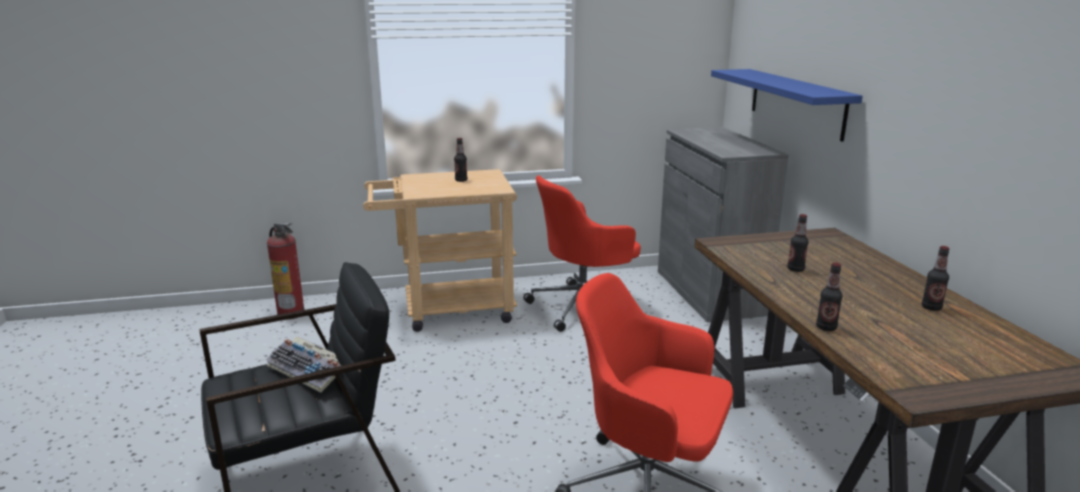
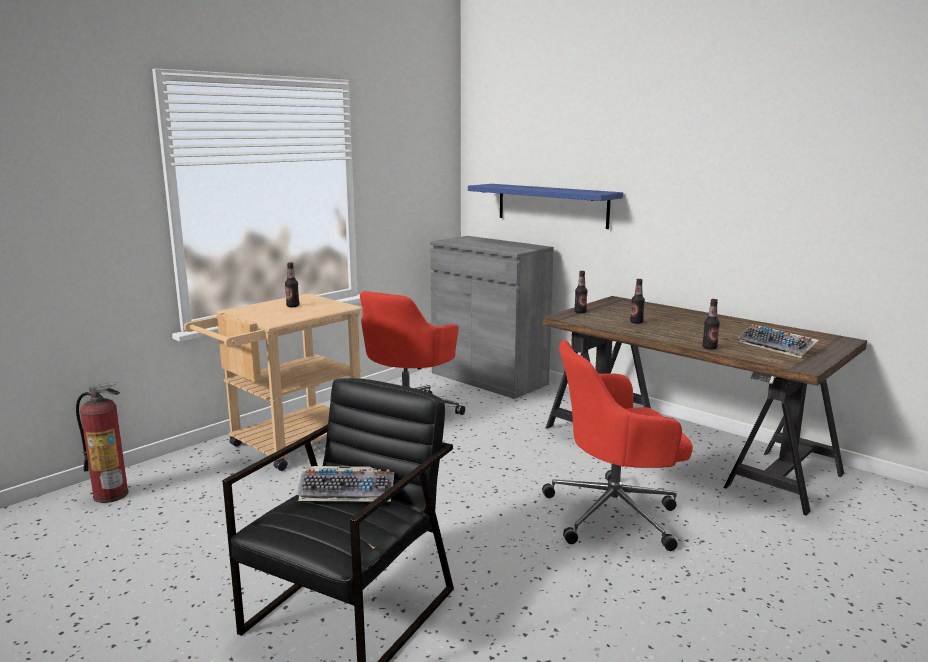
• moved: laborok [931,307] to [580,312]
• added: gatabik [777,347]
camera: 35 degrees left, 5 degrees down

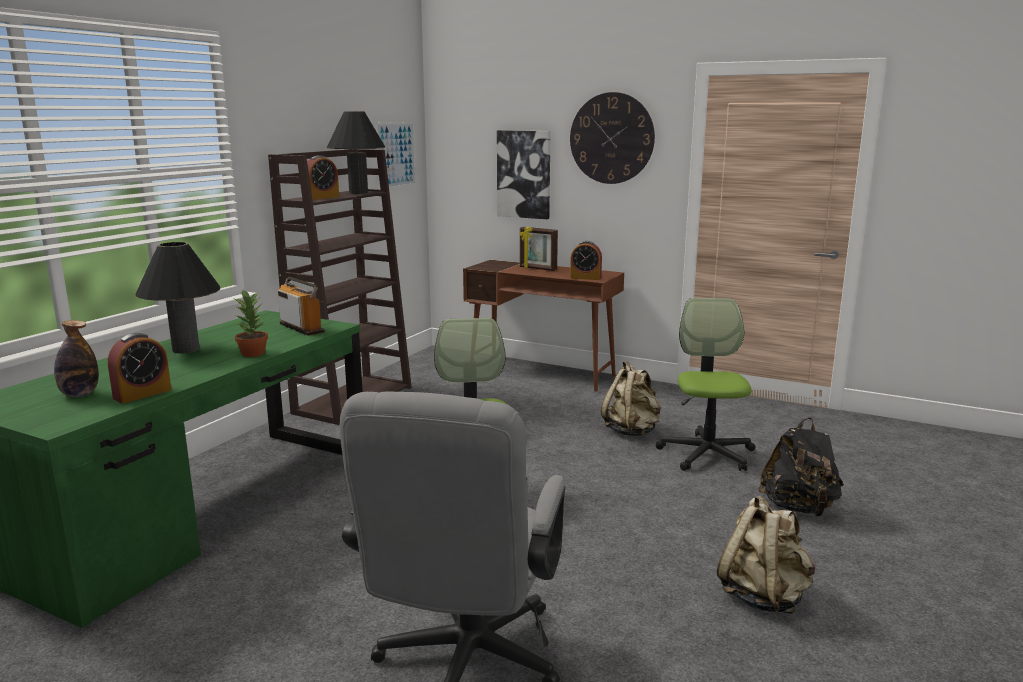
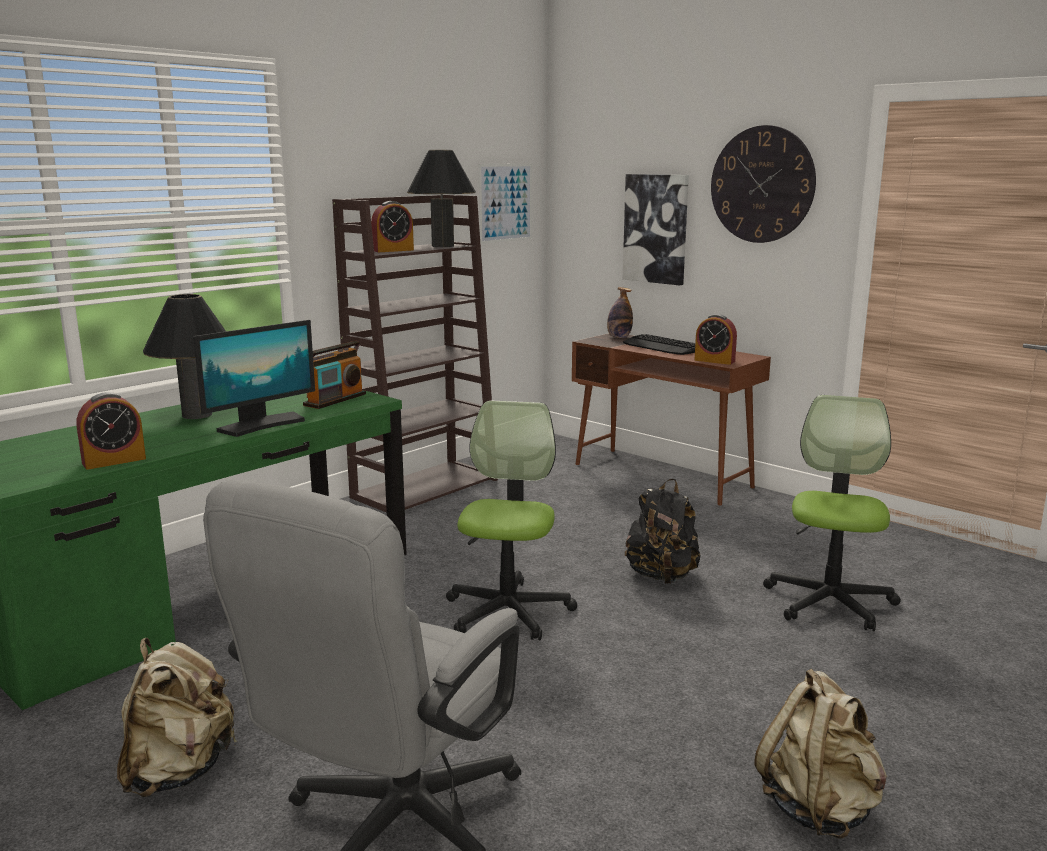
• replaced: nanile [537,269] to gatabik [662,346]
• turned: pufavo [302,328] = [335,400] 60 degrees clockwise
• replaced: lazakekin [253,353] to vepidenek [261,425]
• moved: laborok [79,394] to [619,337]
• moved: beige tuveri [632,431] to [179,771]
• moved: black tuveri [798,508] to [661,576]
camera: 15 degrees right, 0 degrees up

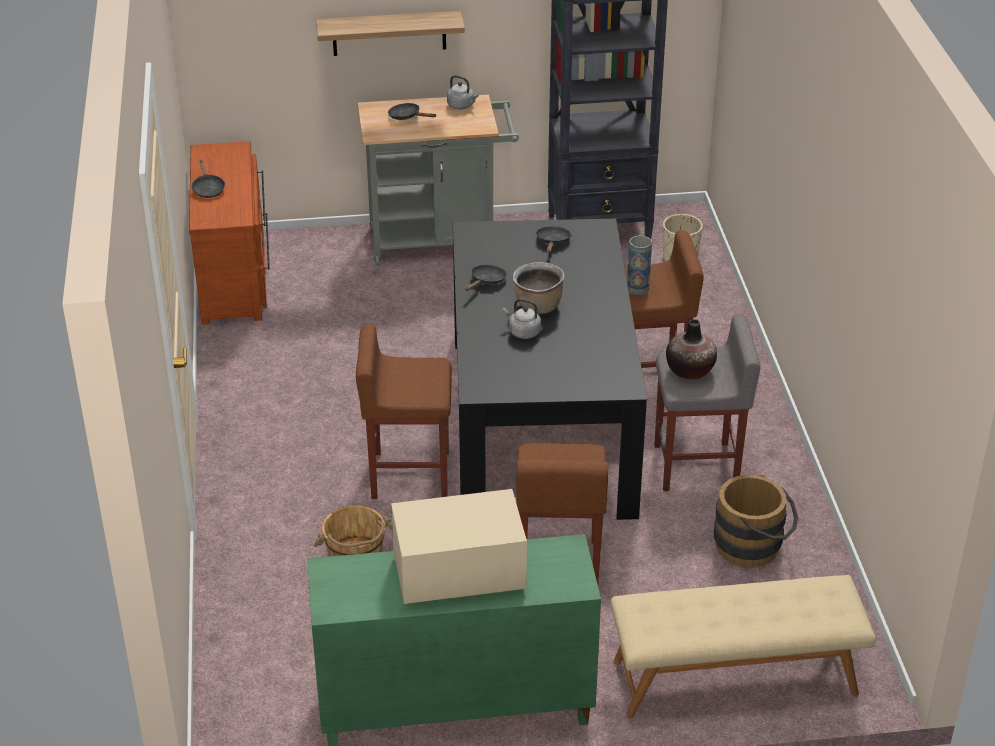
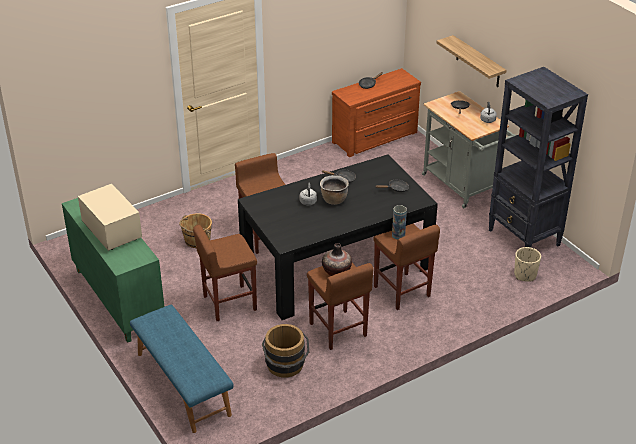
• recoloured: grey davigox [697,466] to brown davigox [338,330]
• recoloured: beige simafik [734,678] to blue simafik [182,384]
camera: 65 degrees right, 0 degrees up

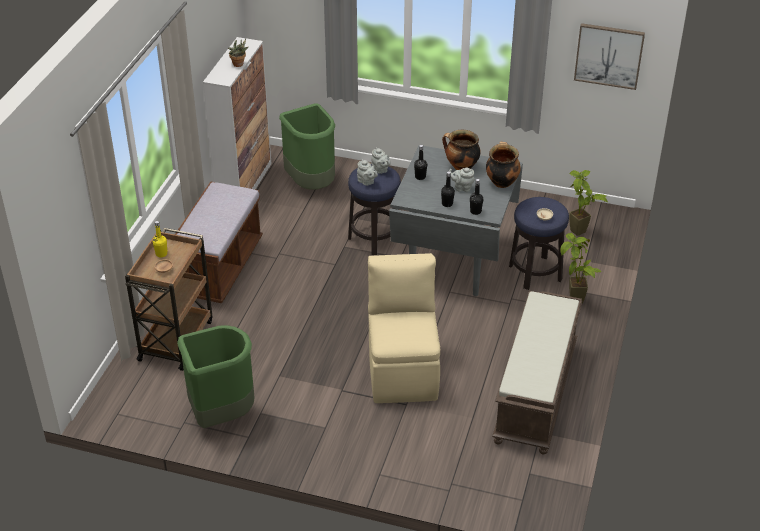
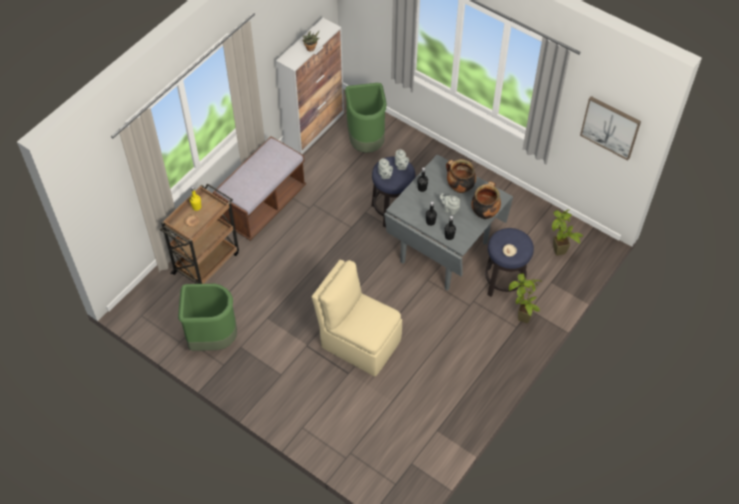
• turned: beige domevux [403,370] = [359,342] 75 degrees counterclockwise
• removed: brown simafik [536,393]
camera: 20 degrees right, 15 degrees up

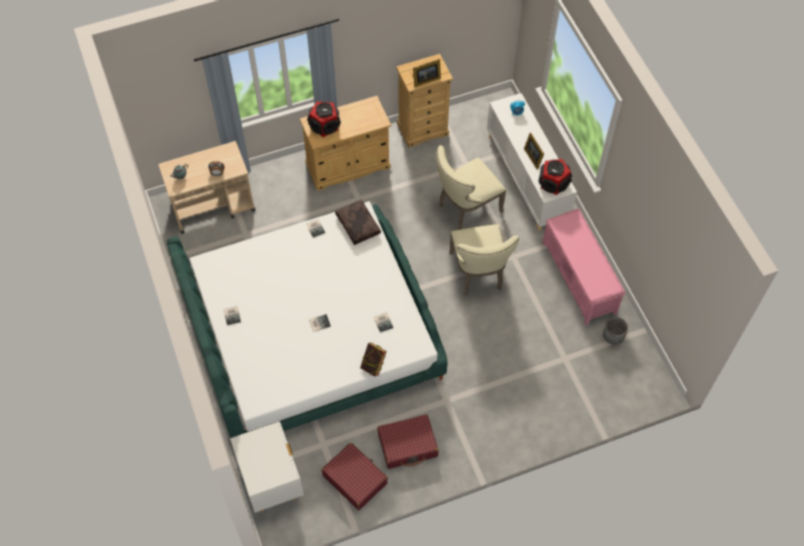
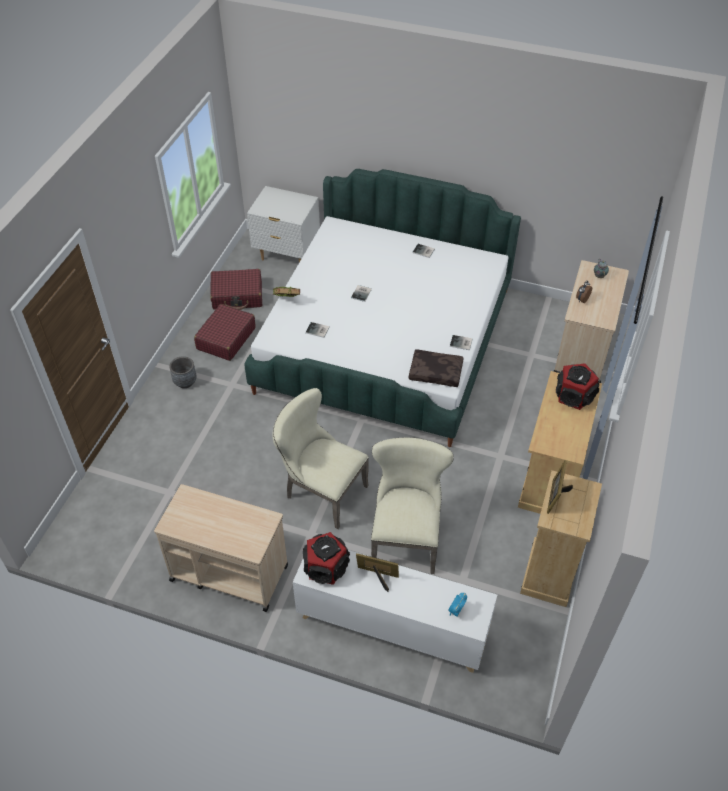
• replaced: pink simafik [579,278] to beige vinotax [228,572]
• moved: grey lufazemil [612,337] to [185,382]
camera: 130 degrees right, 10 degrees down

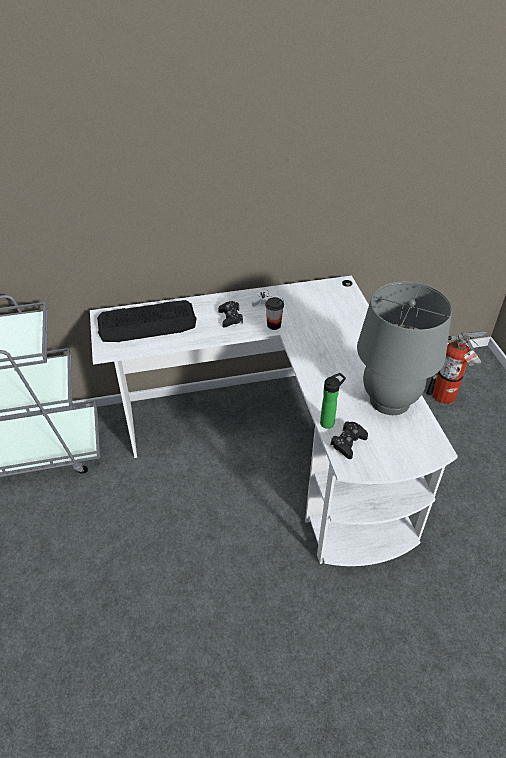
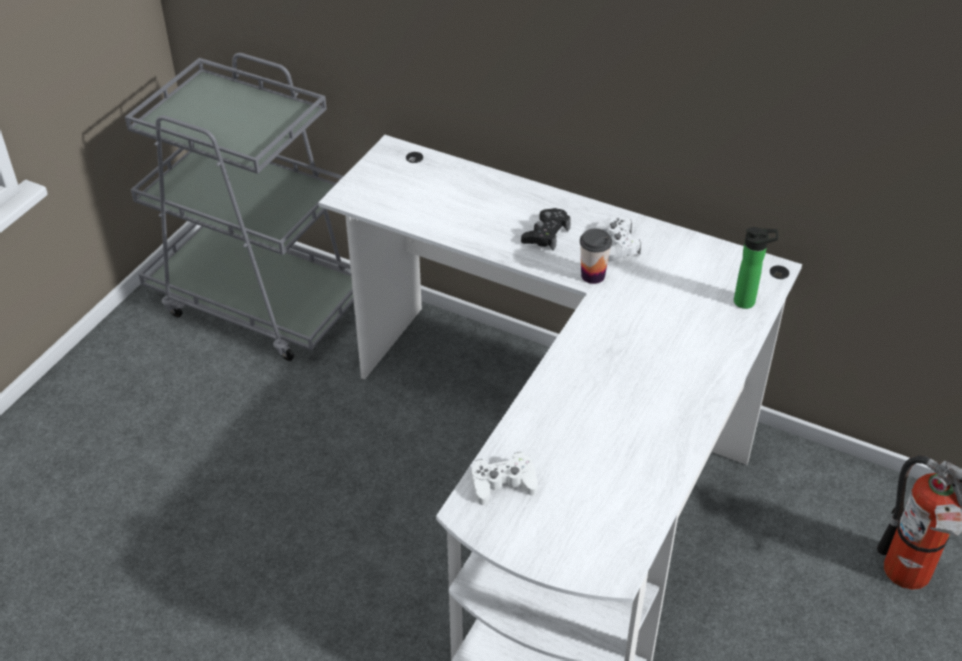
• removed: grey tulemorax [389,400]
• removed: gatabik [147,322]
• moved: laborok [329,422] to [748,302]
• recoloured: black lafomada [348,443] to white lafomada [503,483]
camera: 40 degrees right, 0 degrees up

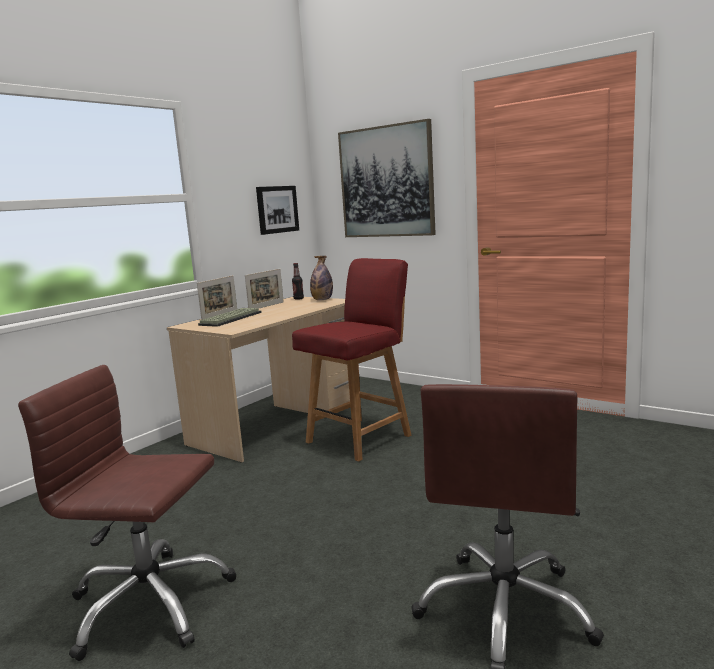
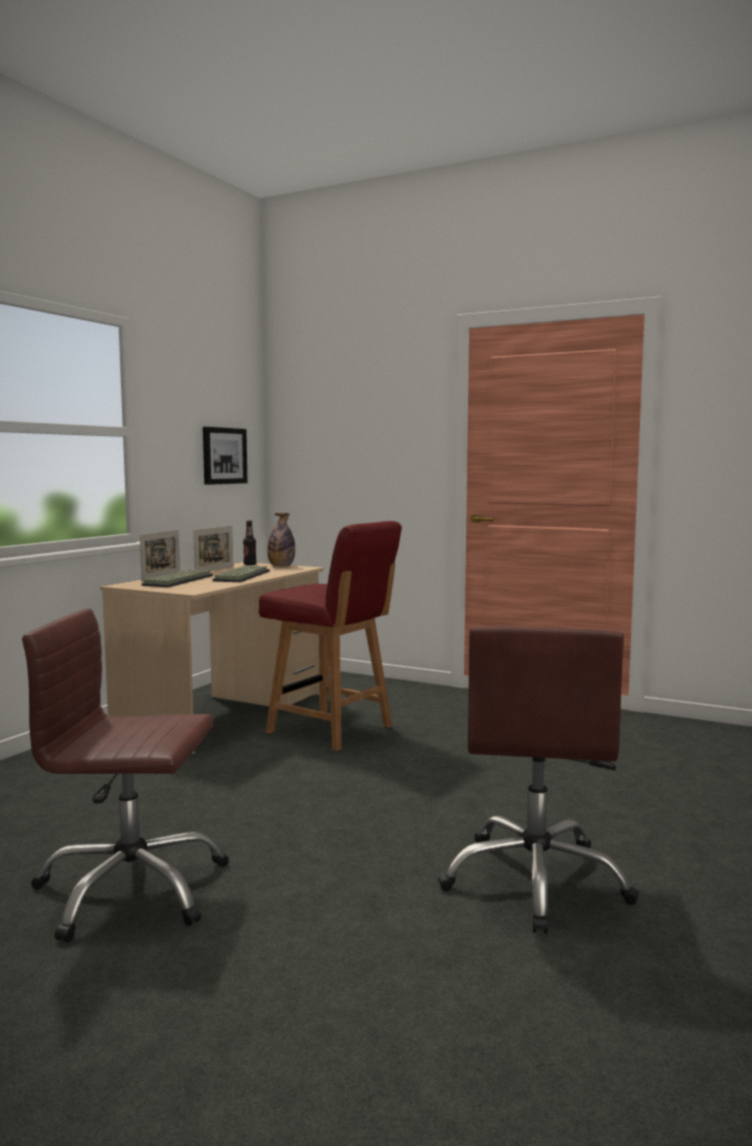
• removed: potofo [386,182]
• turned: red domevux [360,438] = [332,730] 90 degrees clockwise
• added: gatabik [241,576]
camera: 10 degrees left, 5 degrees down

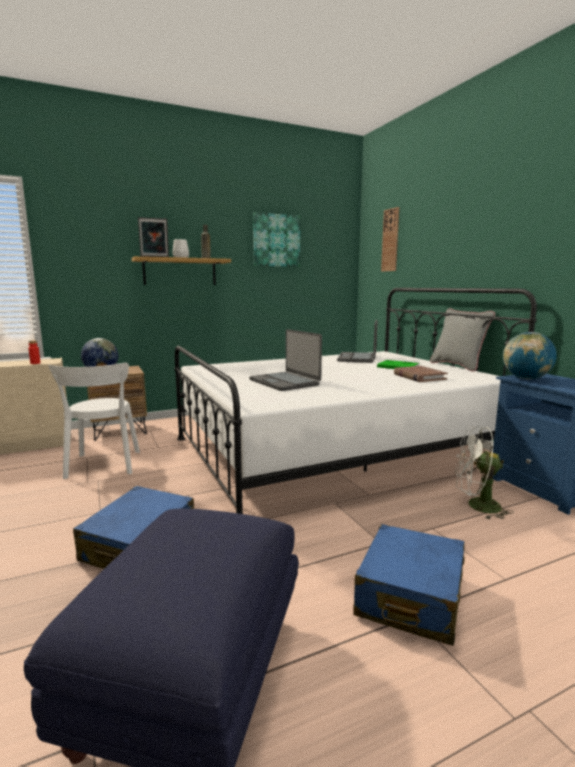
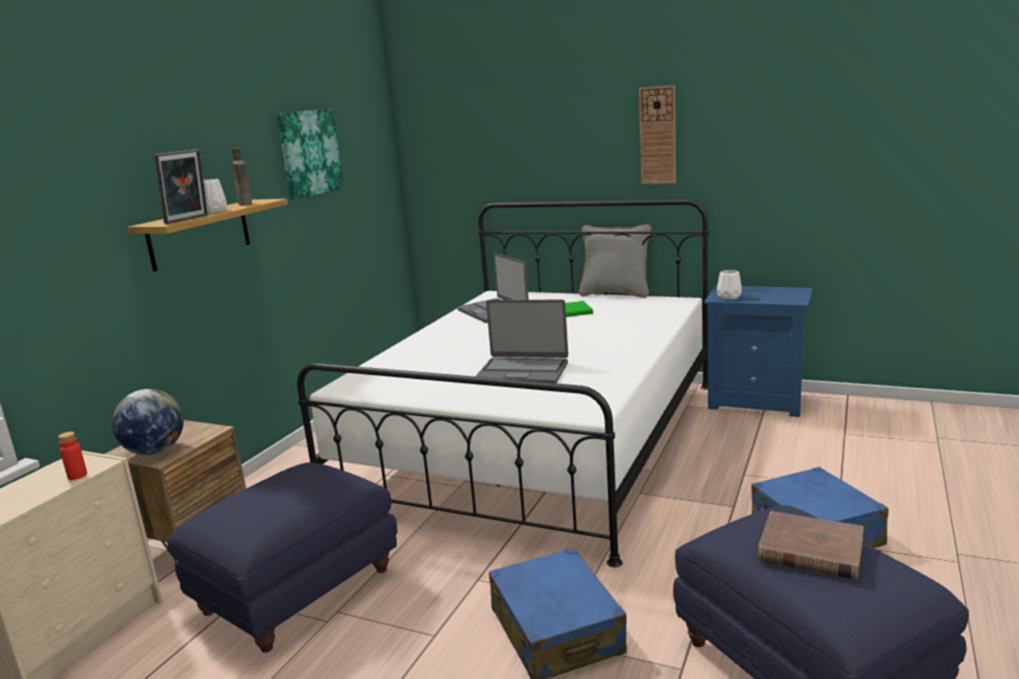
• moved: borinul [390,240] to [658,135]
• replaced: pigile [526,378] to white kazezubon [729,297]
• replaced: white domevux [103,466] to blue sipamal [296,594]
• moved: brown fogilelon [419,376] to [810,550]
• removed: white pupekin [476,506]
camera: 40 degrees left, 5 degrees up

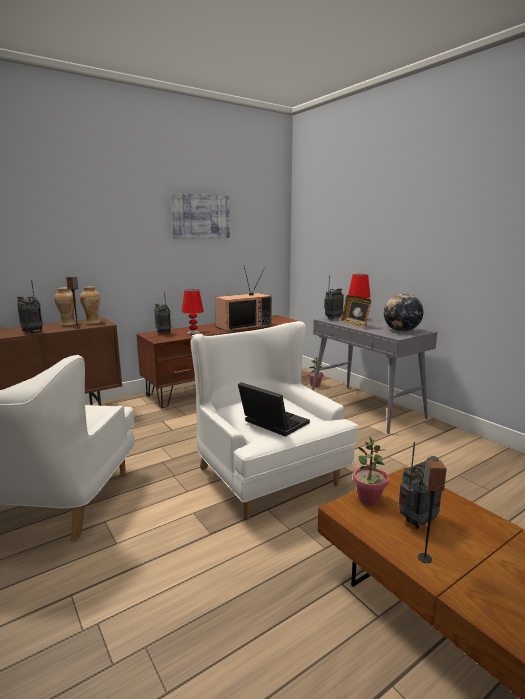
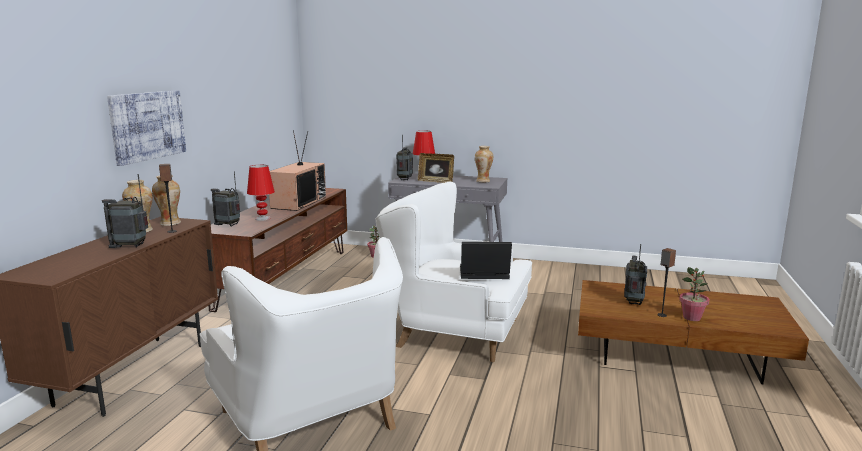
• moved: potofo [200,216] to [147,125]
• replaced: pigile [401,331] to kazezubon [483,181]
• moved: lazakekin [368,500] to [692,318]
camera: 40 degrees left, 0 degrees up

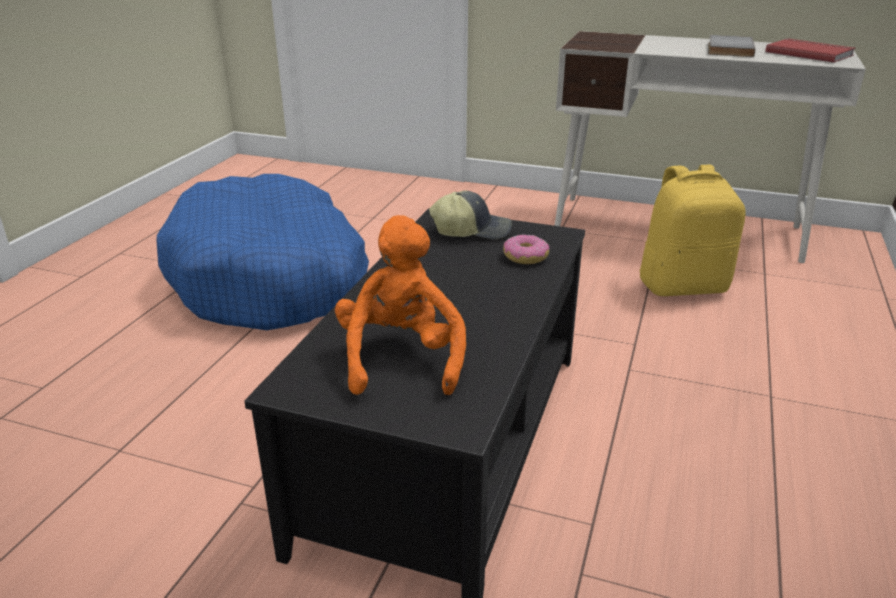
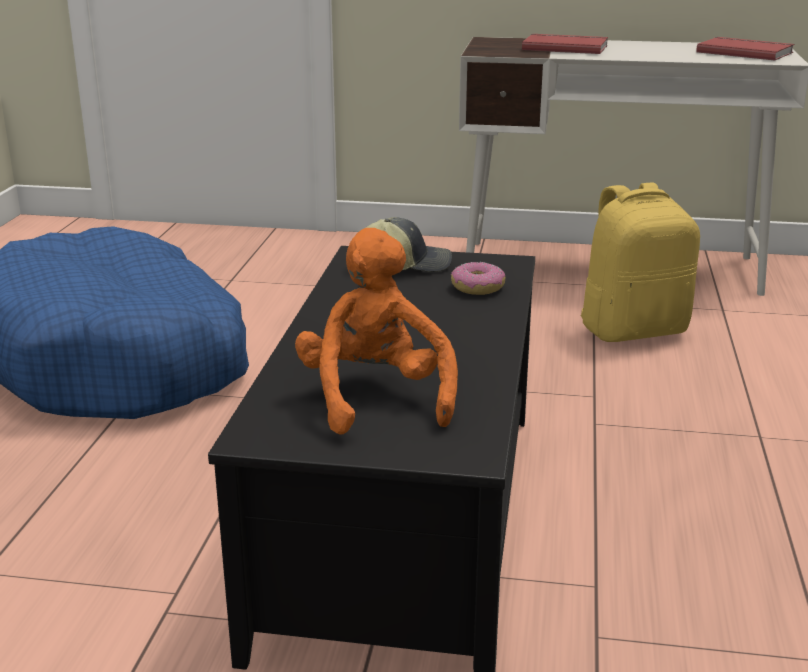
• removed: grey fogilelon [727,49]
• added: red fogilelon [565,47]
camera: 10 degrees left, 5 degrees down

